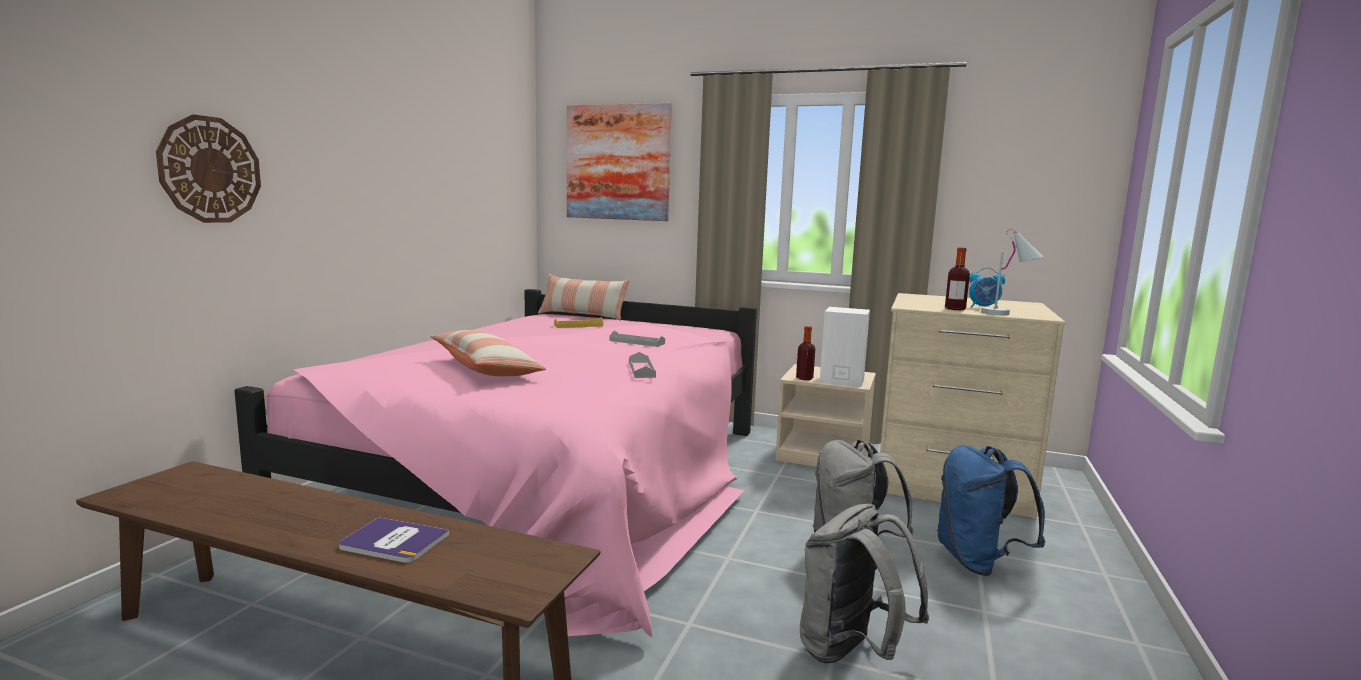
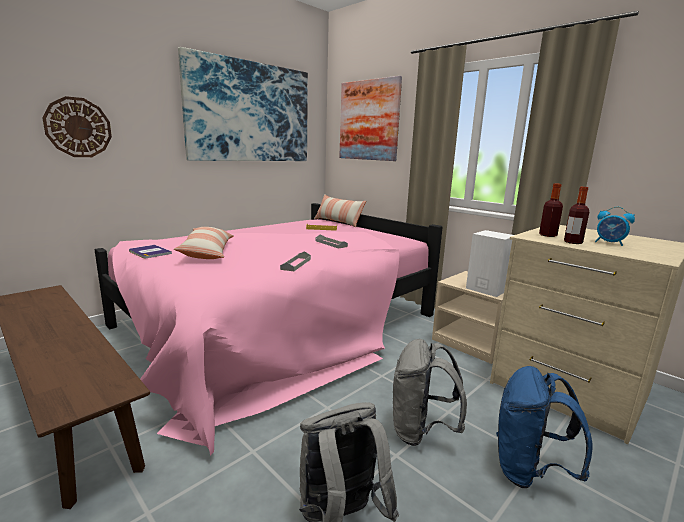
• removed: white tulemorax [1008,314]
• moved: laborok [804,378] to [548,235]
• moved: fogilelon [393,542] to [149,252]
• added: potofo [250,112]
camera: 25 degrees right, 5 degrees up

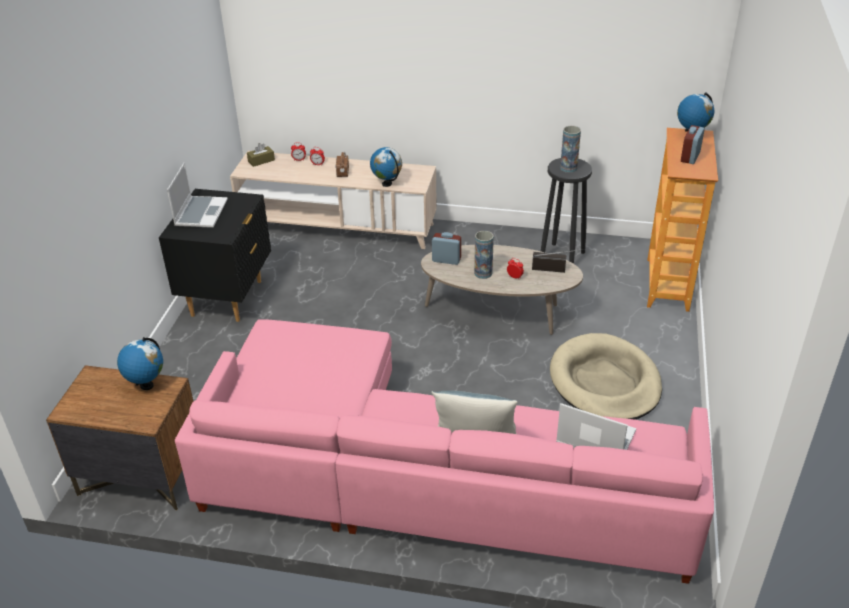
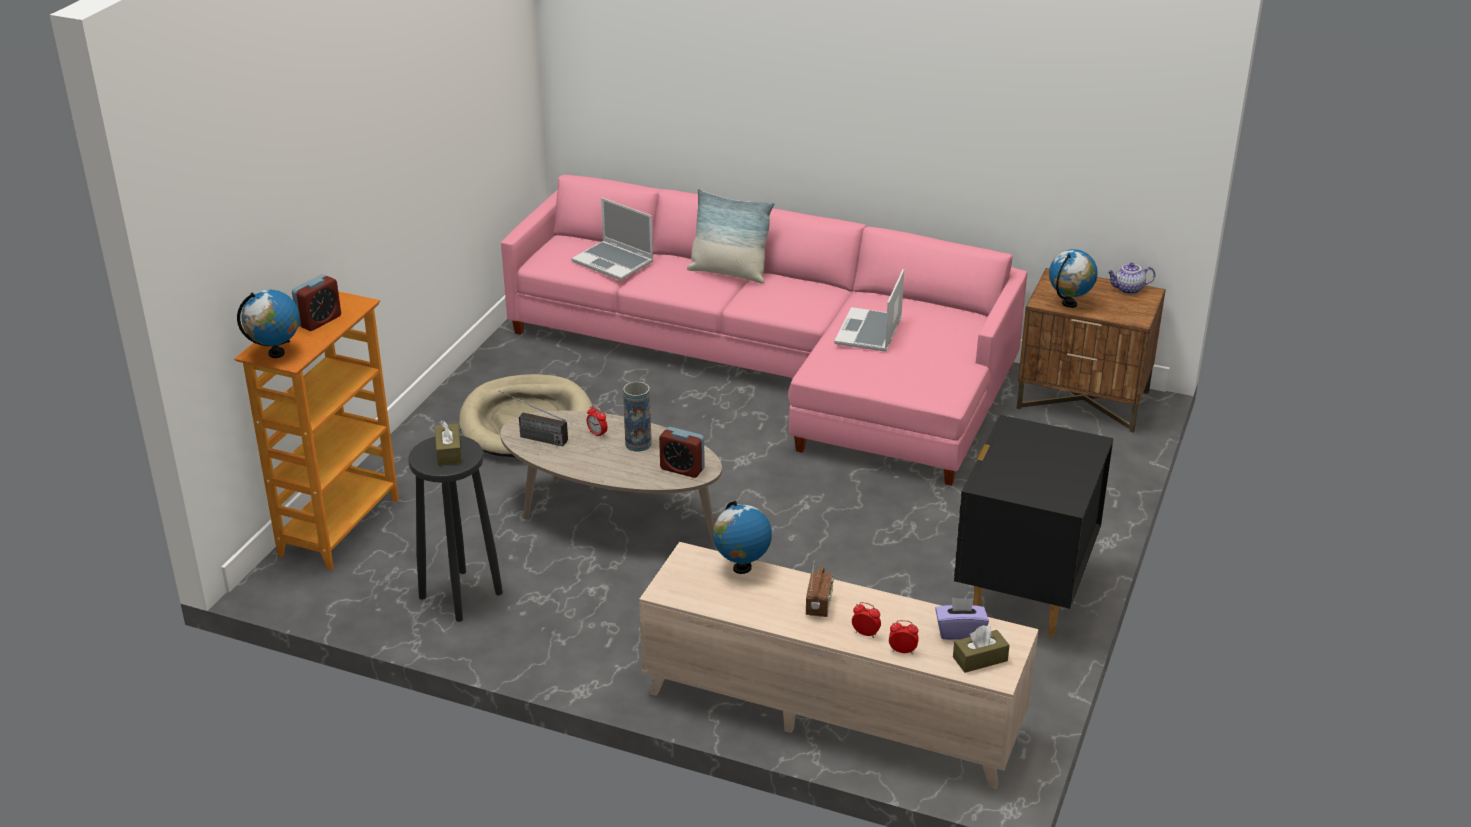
• replaced: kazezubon [568,168] to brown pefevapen [449,452]
• moved: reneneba [200,213] to [869,332]
• added: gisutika [1128,290]
• added: purple pefevapen [960,631]
camera: 170 degrees left, 5 degrees down

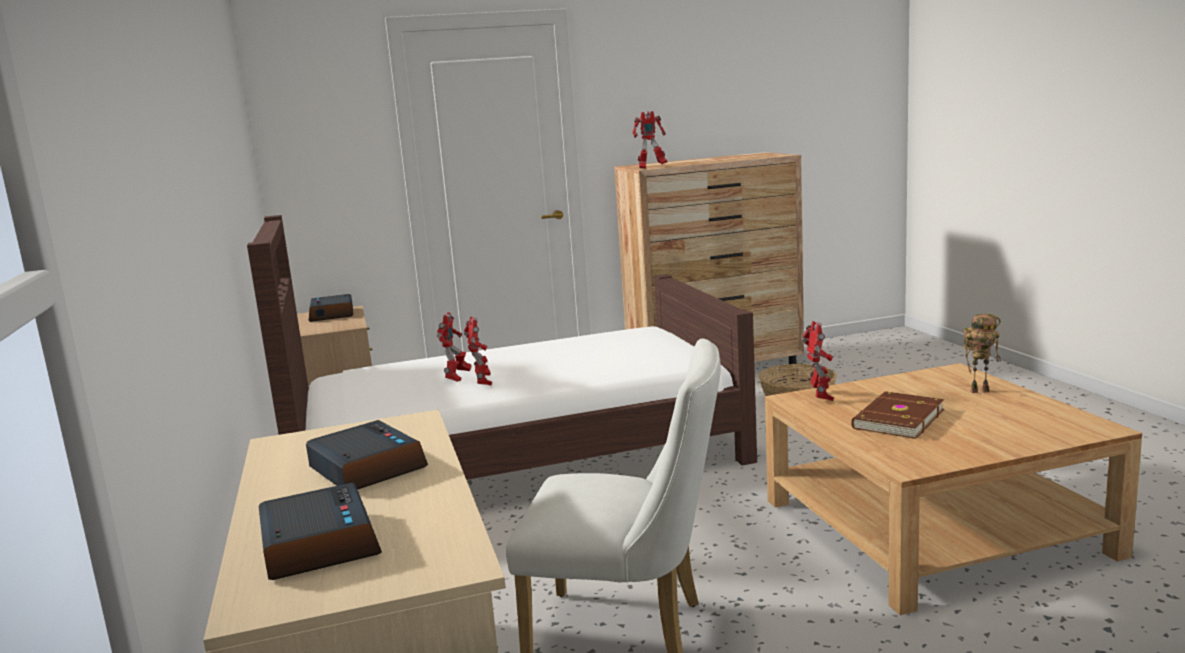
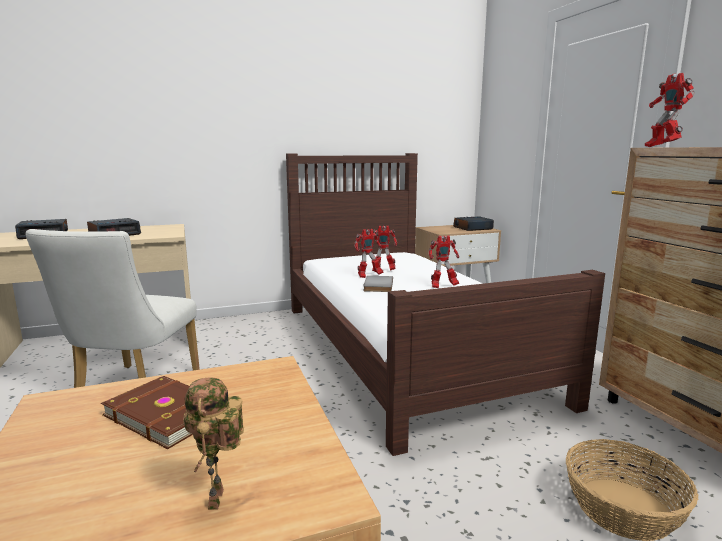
• moved: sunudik [821,397] to [442,286]
• added: grey fogilelon [377,285]
camera: 85 degrees right, 0 degrees up

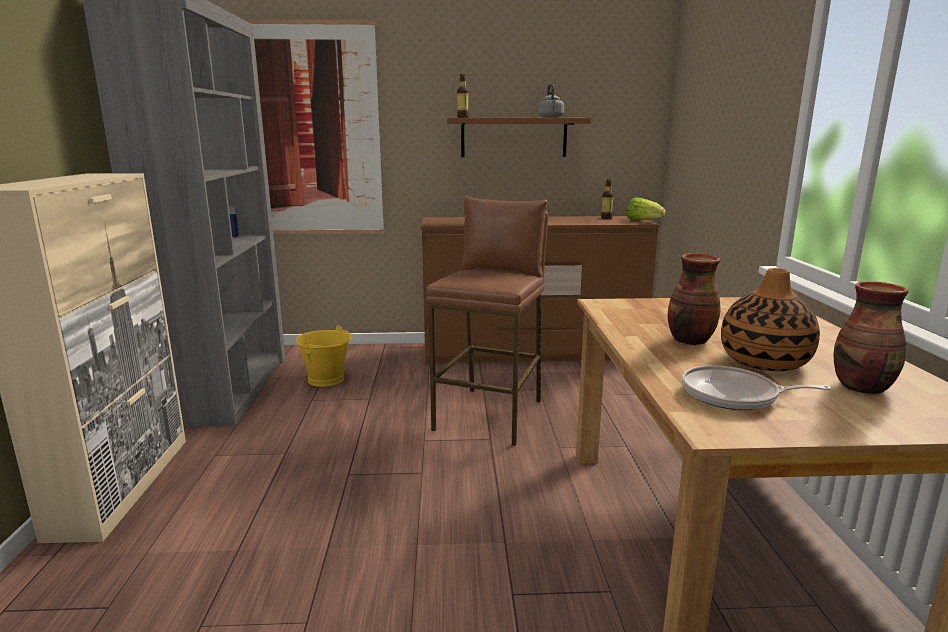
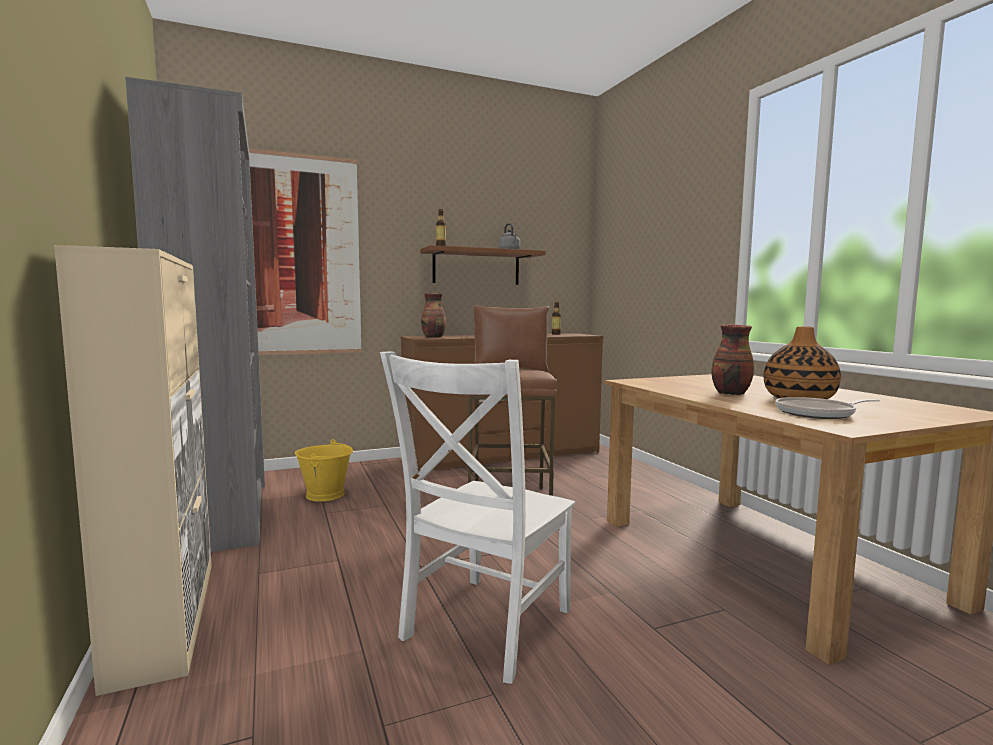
• removed: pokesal [643,221]
• moved: kazezubon [863,387] to [434,337]
• added: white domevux [483,627]
camera: 20 degrees left, 10 degrees down

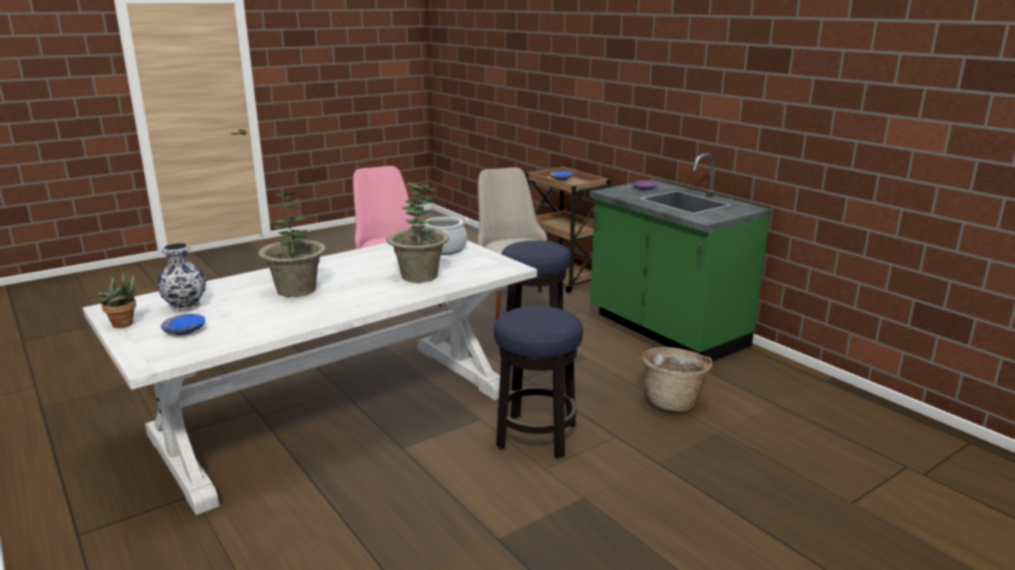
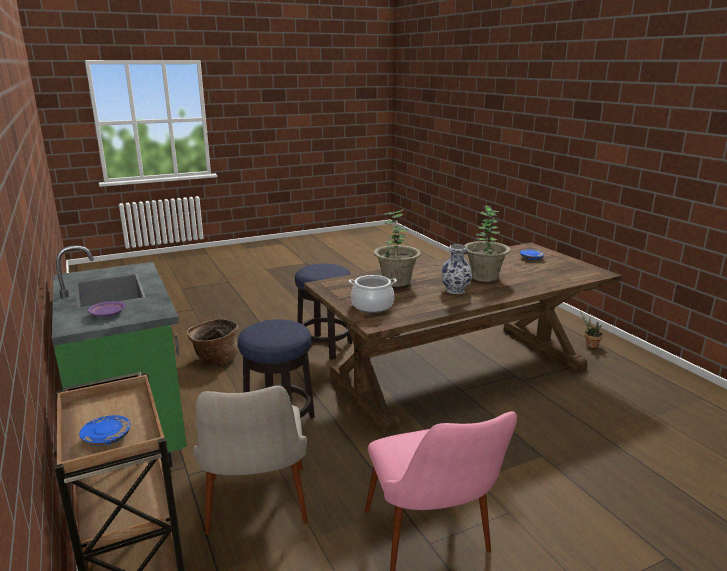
• recoloured: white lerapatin [336,413] to brown lerapatin [459,373]
• moved: kazezubon [185,307] to [456,290]
• moved: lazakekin [125,325] to [590,345]
camera: 170 degrees left, 0 degrees up

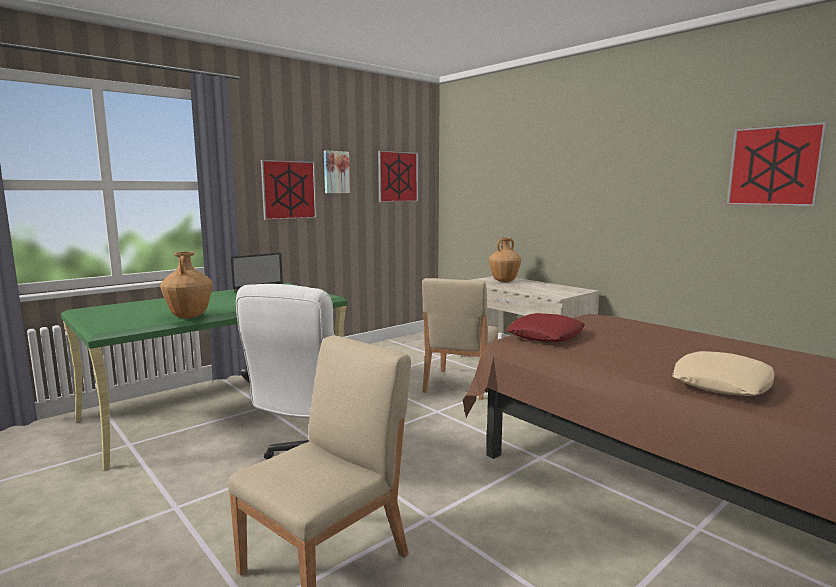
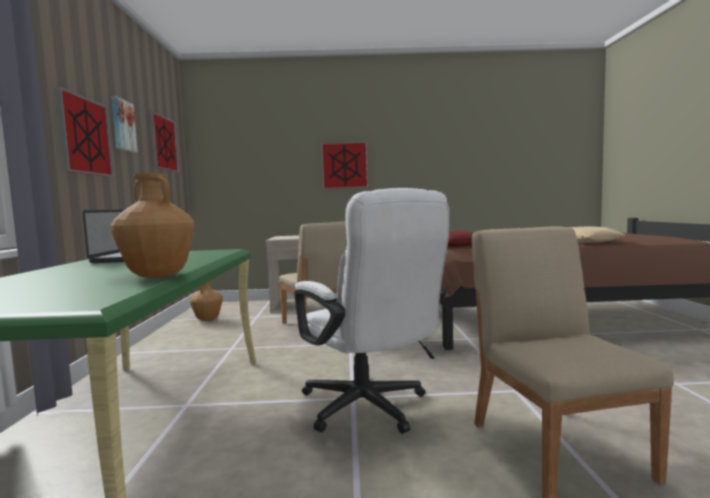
• moved: potofo [774,166] to [344,165]
• moved: brown kazezubon [504,281] to [208,319]
camera: 50 degrees left, 5 degrees down

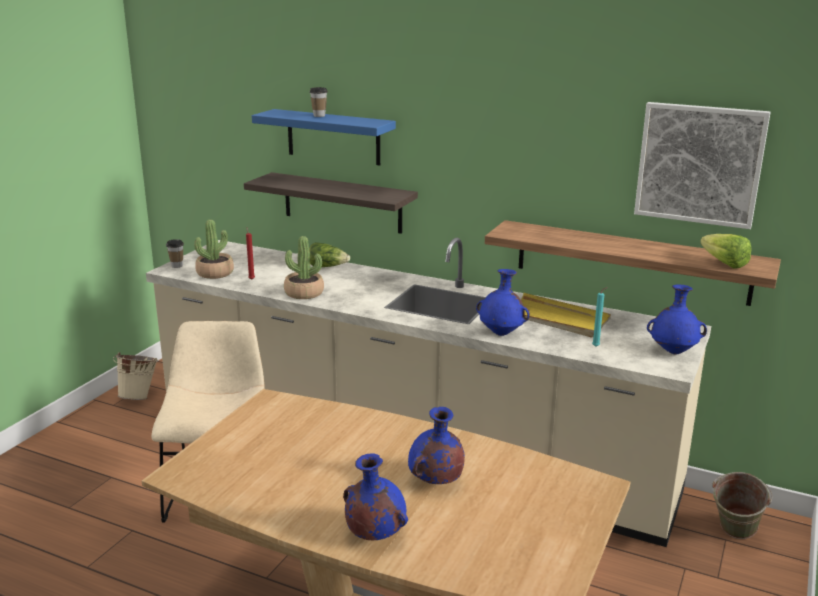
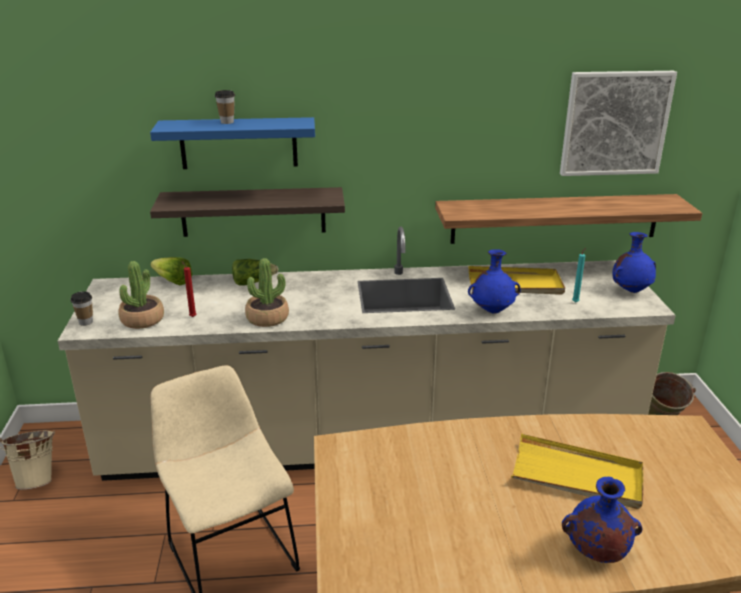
• moved: pokesal [721,262] to [171,280]
• replaced: blue kazezubon [435,482] to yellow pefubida [577,476]
camera: 30 degrees left, 5 degrees up

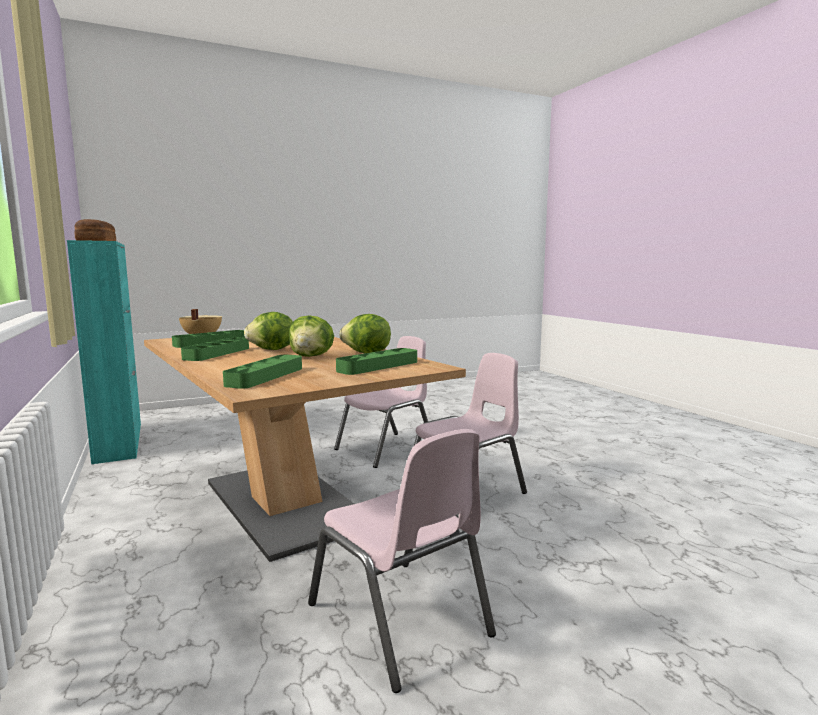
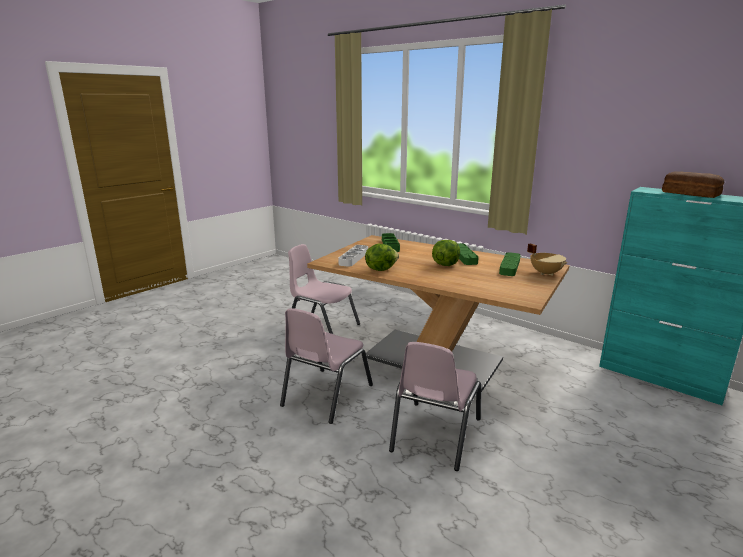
• removed: pokesal [311,356]
• recoloured: green pefubida [378,366] to white pefubida [353,258]
camera: 155 degrees right, 10 degrees up

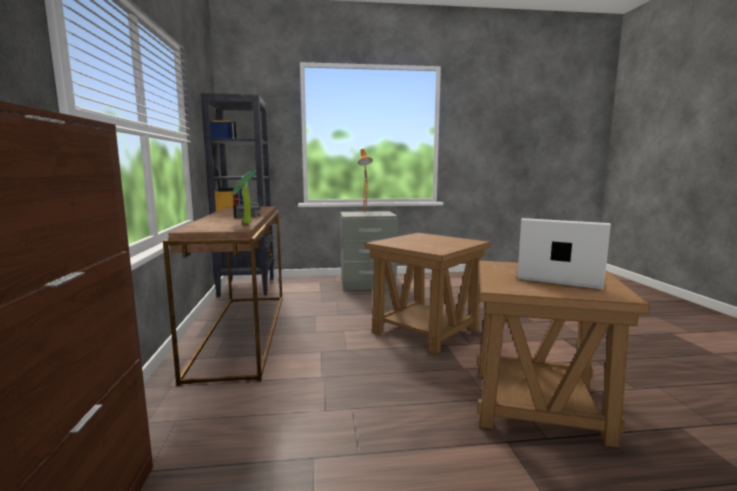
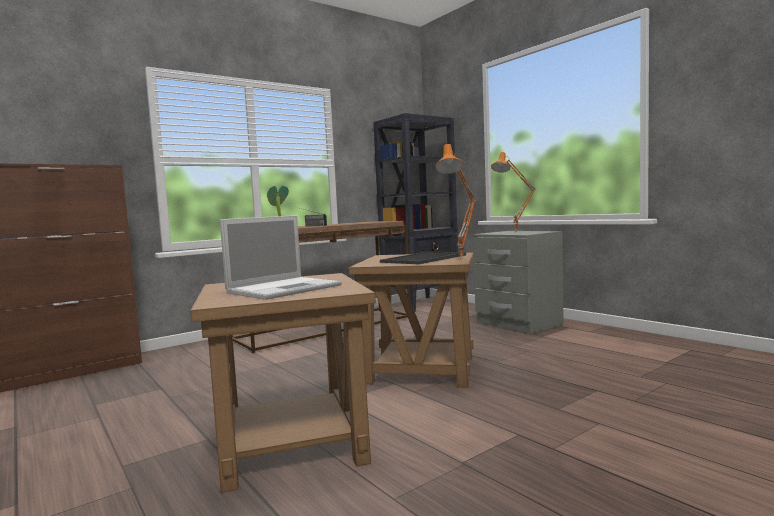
• turned: reneneba [559,277] = [285,288] 45 degrees clockwise
• added: orange tulemorax [463,259]
• added: pefubida [424,259]
camera: 60 degrees right, 5 degrees down

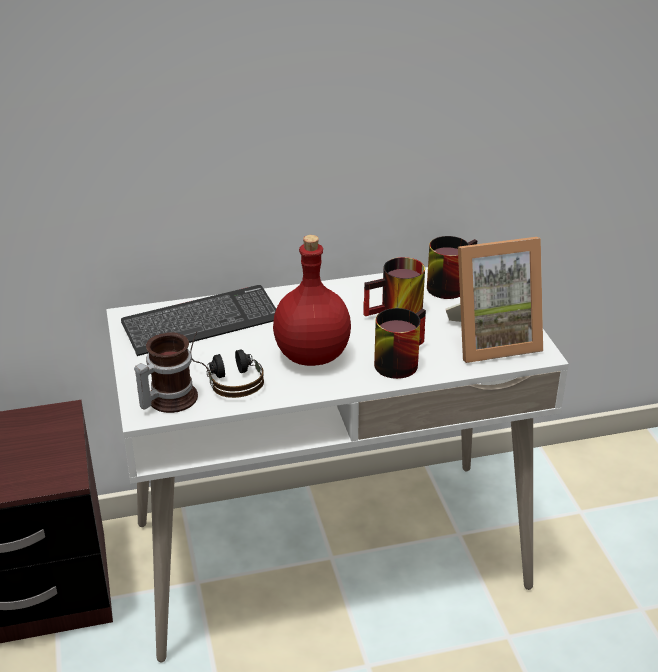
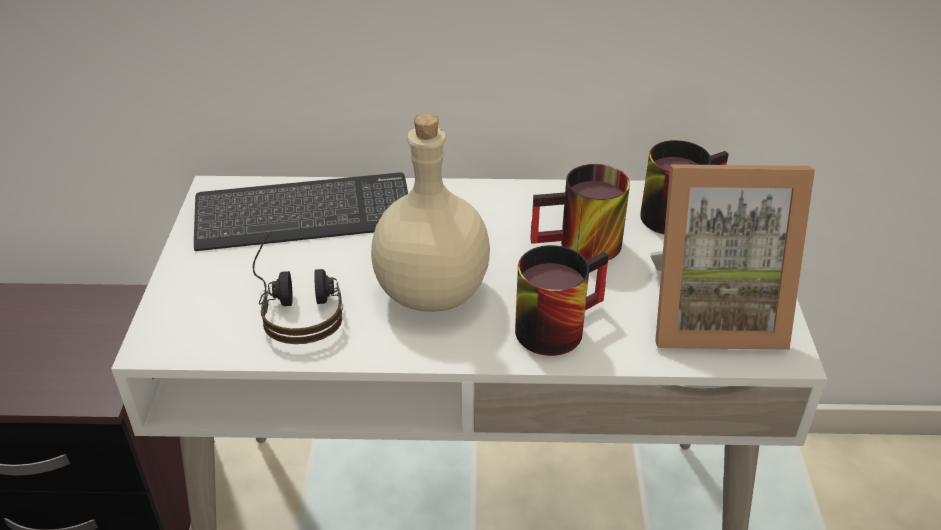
• recoloured: red laborok [312,354] to beige laborok [433,291]
• removed: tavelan [167,399]
camera: 15 degrees right, 5 degrees up

